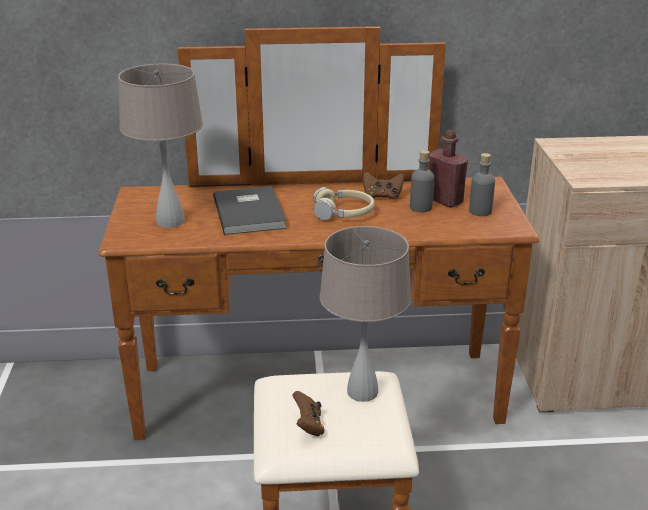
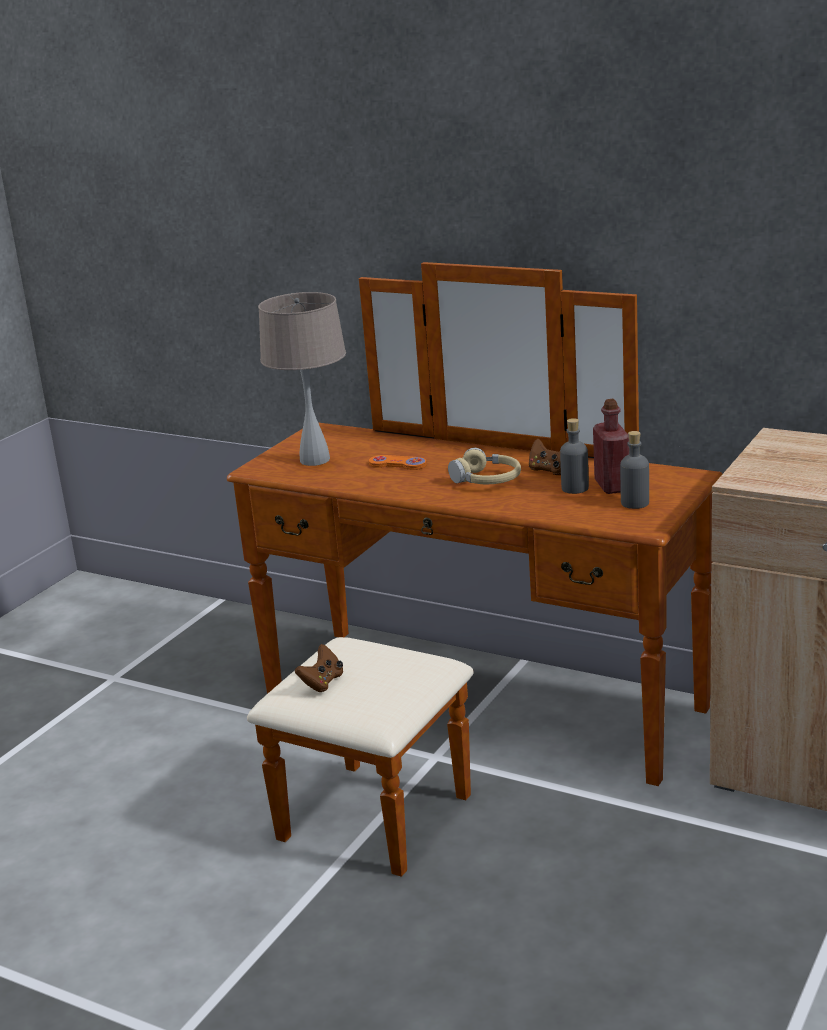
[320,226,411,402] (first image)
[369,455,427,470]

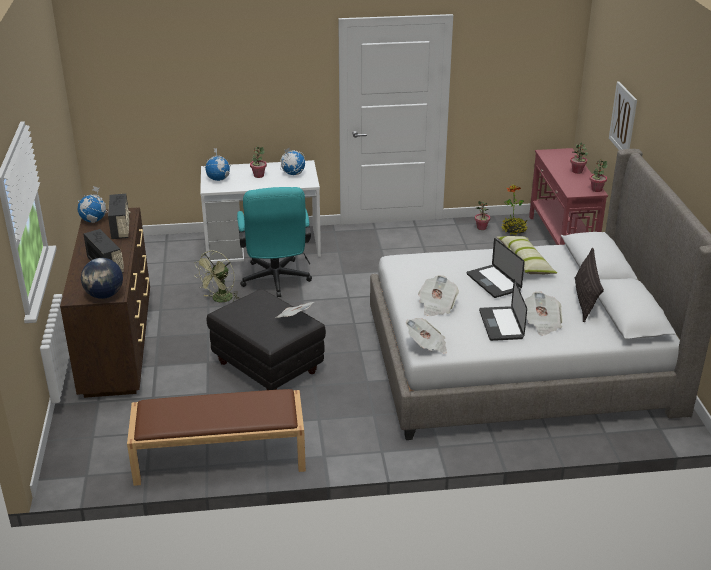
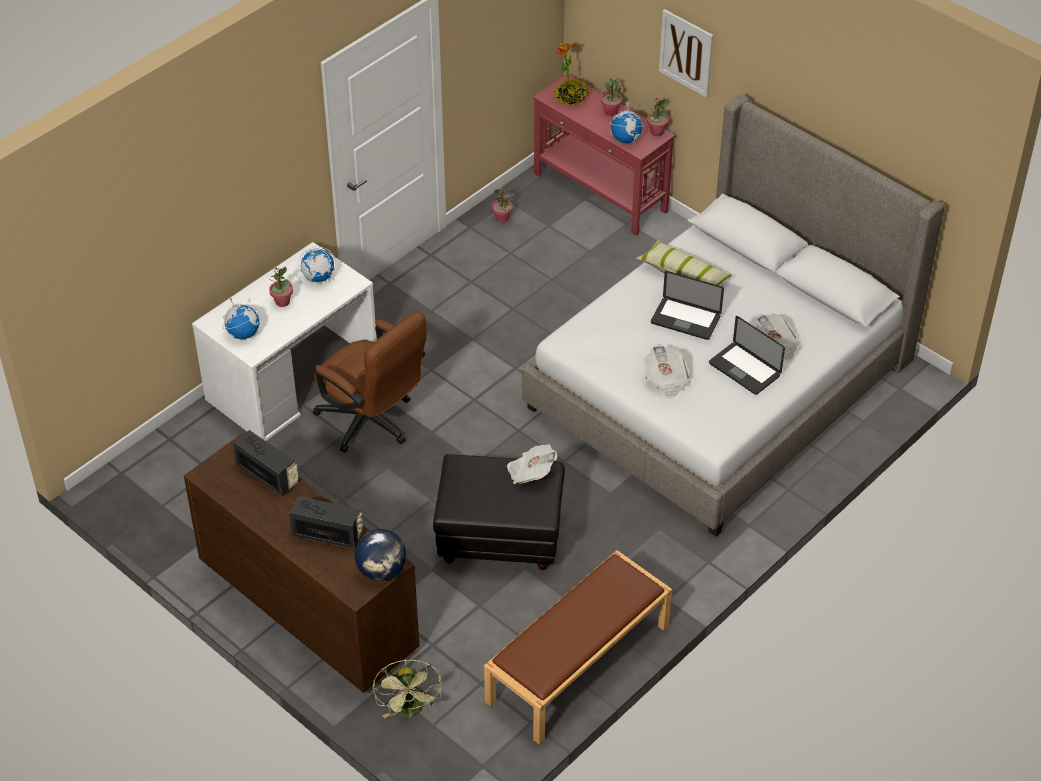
[406,318,447,354] (first image)
[575,248,604,322] (first image)
[609,101,644,143]
[373,660,442,718]
[553,43,589,106]
[313,312,427,453]

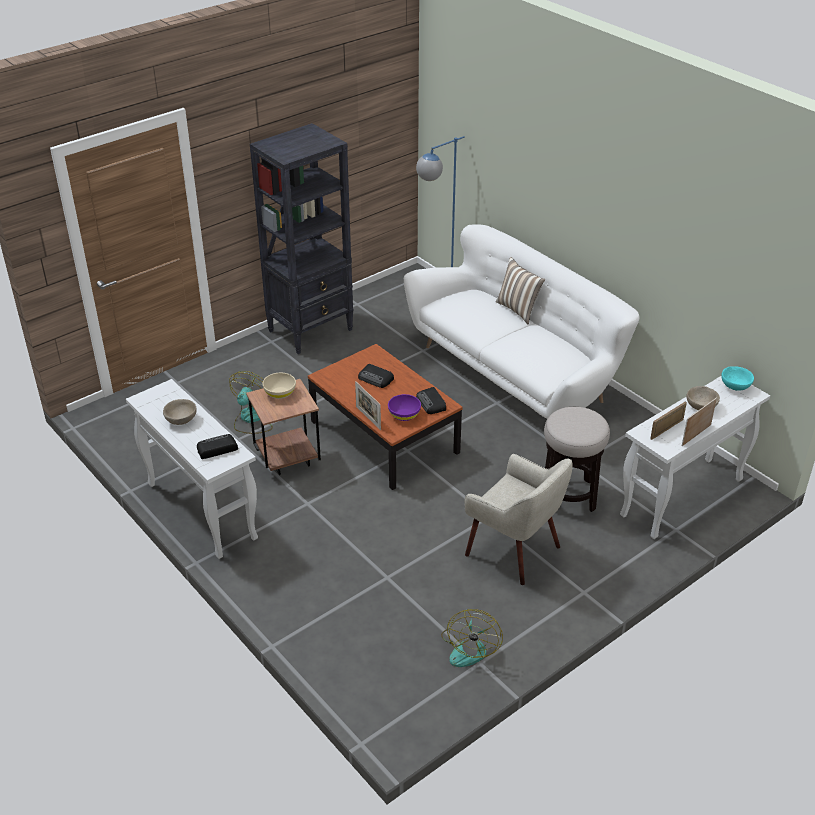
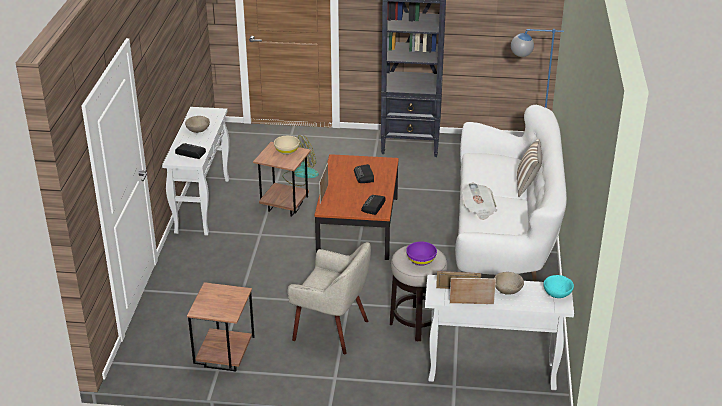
[462,183,497,220]
[406,241,437,266]
[187,282,254,372]
[288,242,371,354]

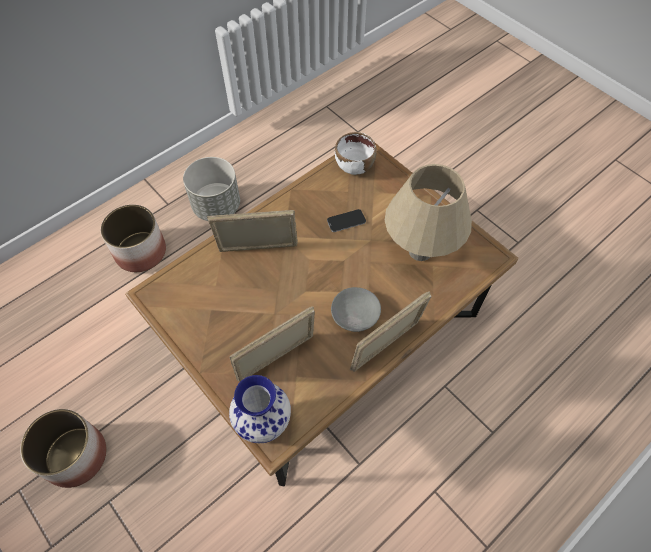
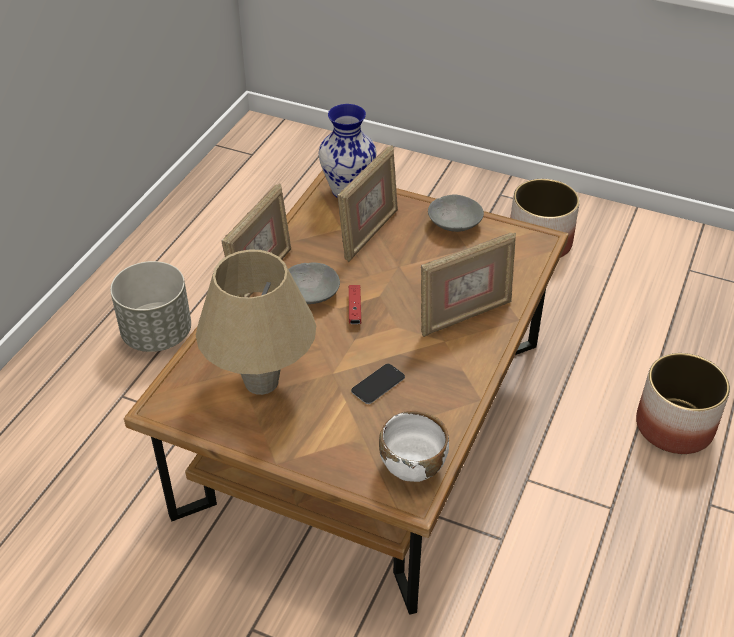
[349,285,361,324]
[428,194,484,232]
[110,261,191,352]

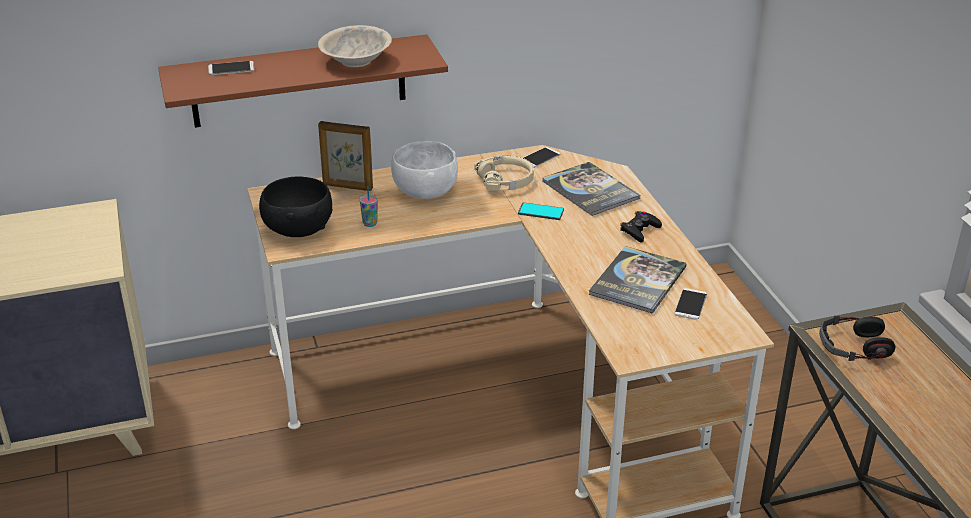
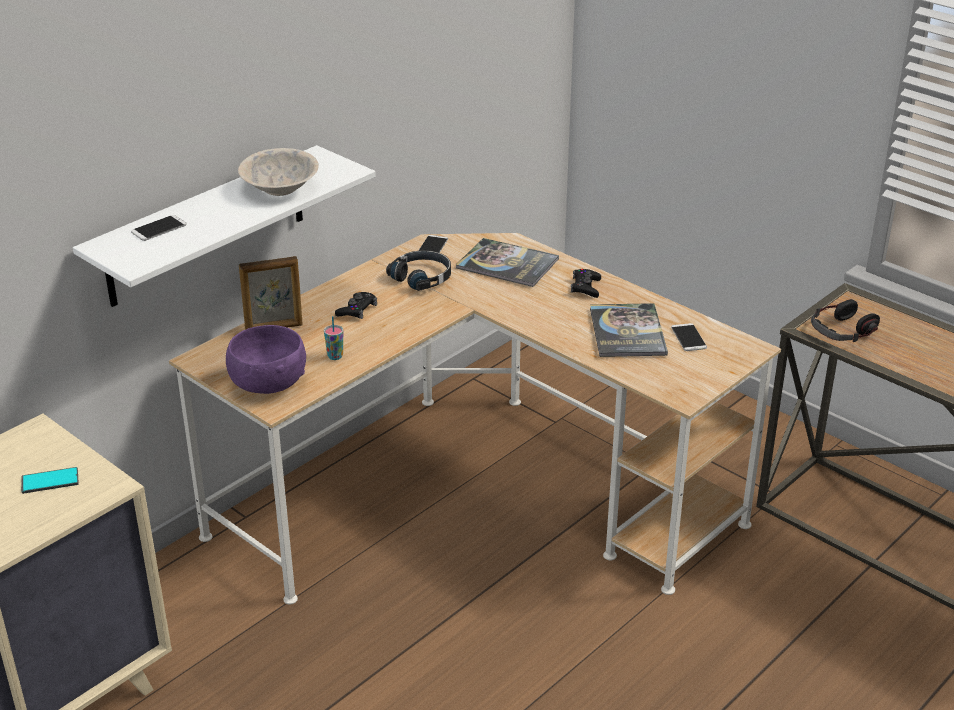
[21,467,79,494]
[335,292,377,319]
[73,145,376,307]
[226,325,306,394]
[386,250,451,291]

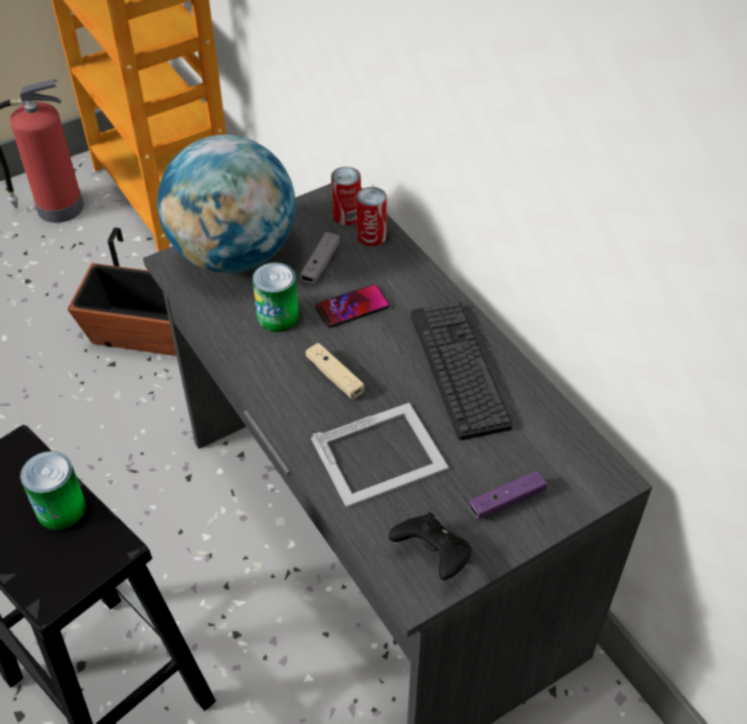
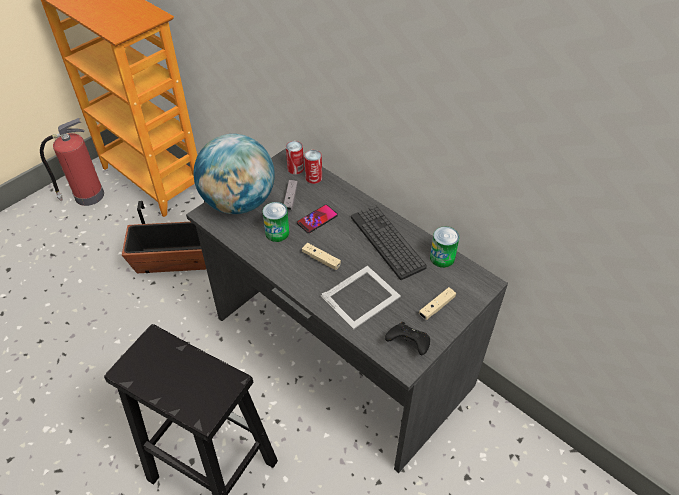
[430,226,459,268]
[419,287,456,320]

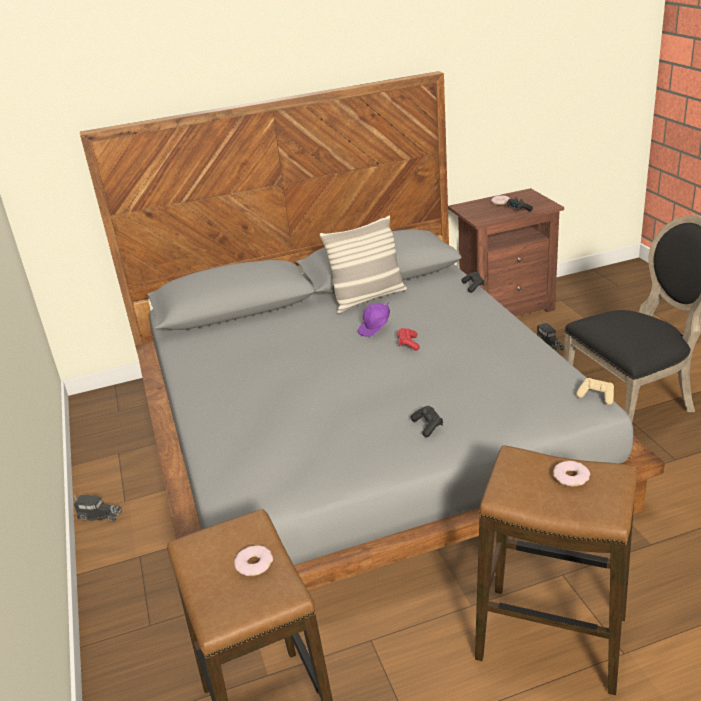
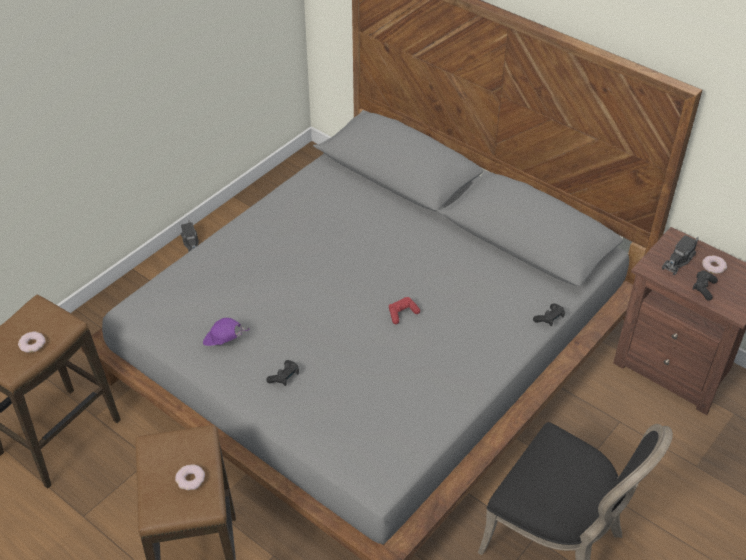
[320,215,407,313] (first image)
[576,378,614,405] (first image)
[203,318,249,346]
[662,235,698,276]

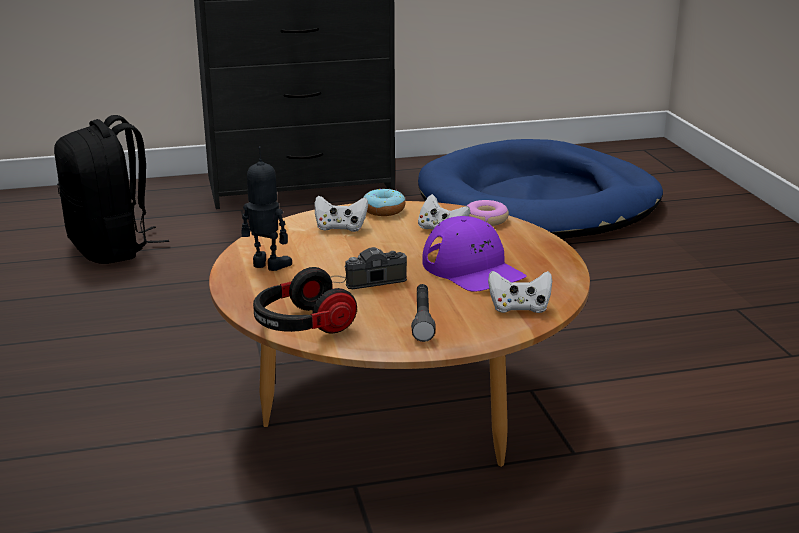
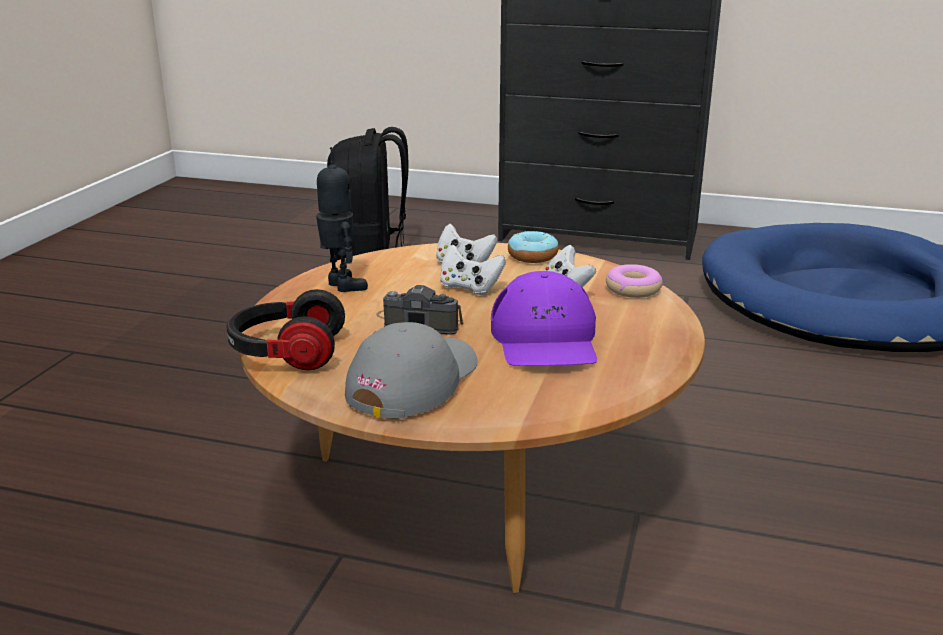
[440,244,506,295]
[345,322,478,419]

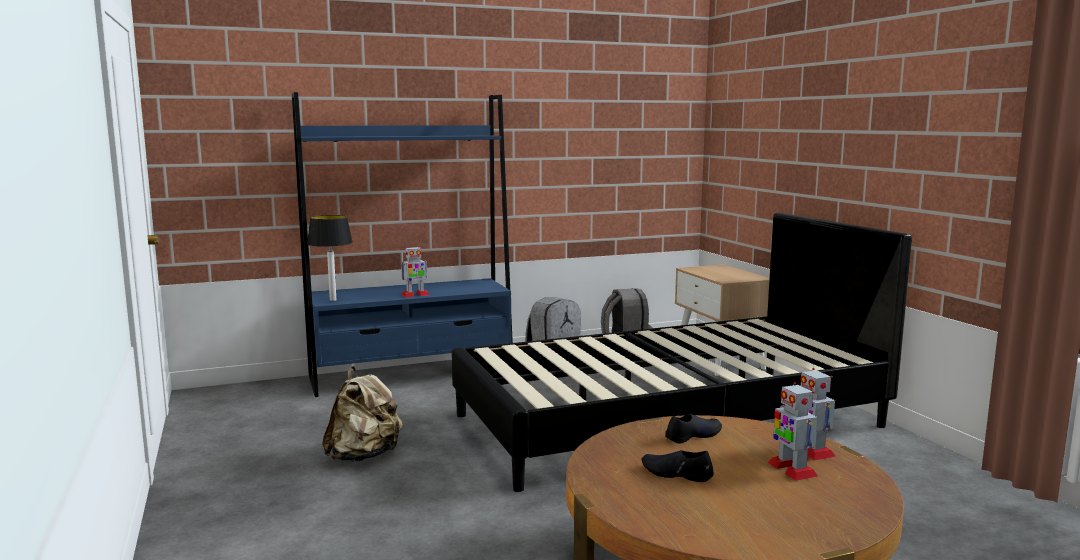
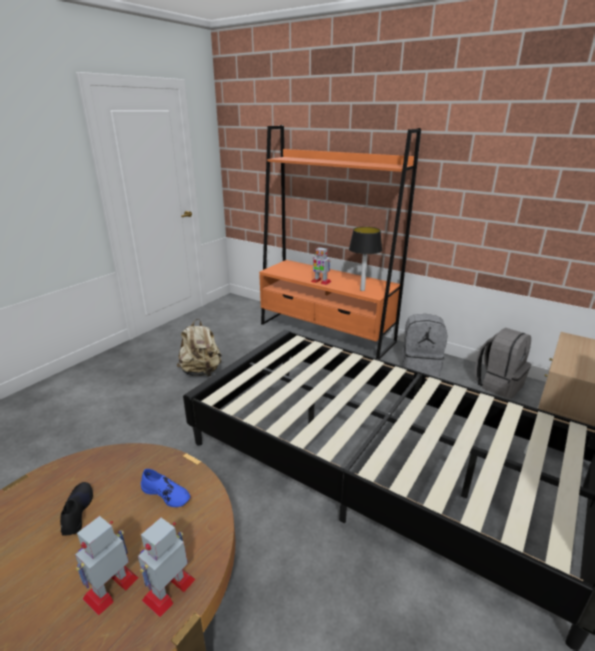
[349,227,382,291]
[259,125,421,359]
[141,469,190,507]

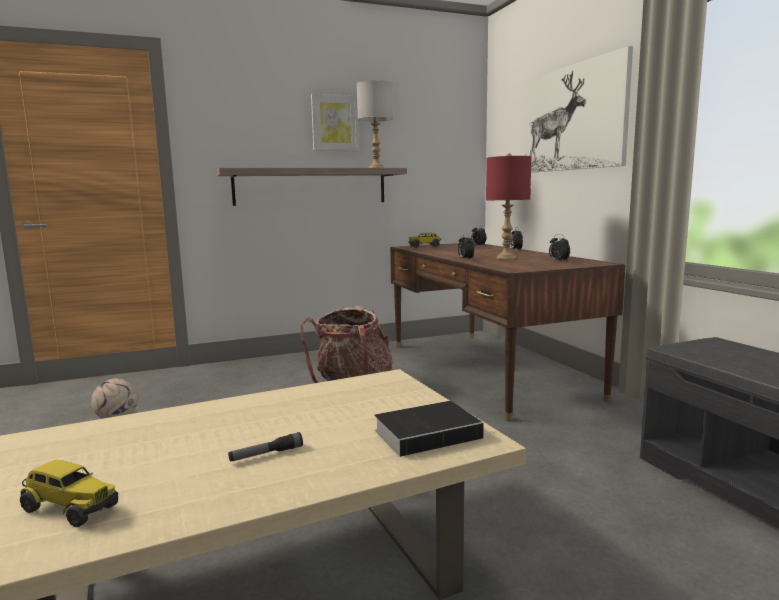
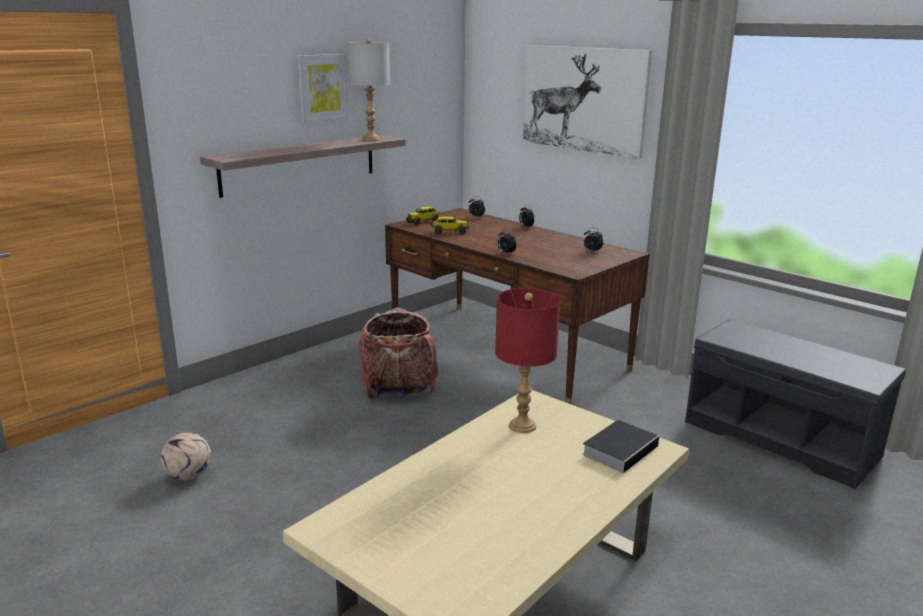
[228,432,303,462] (first image)
[430,216,469,235]
[495,288,560,433]

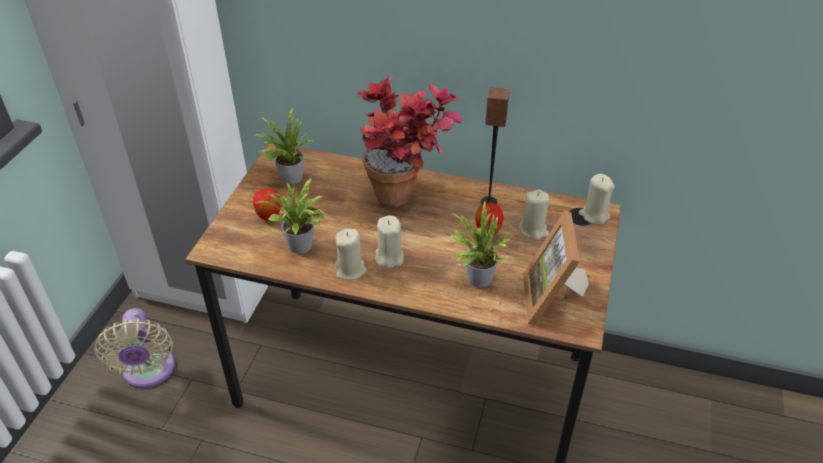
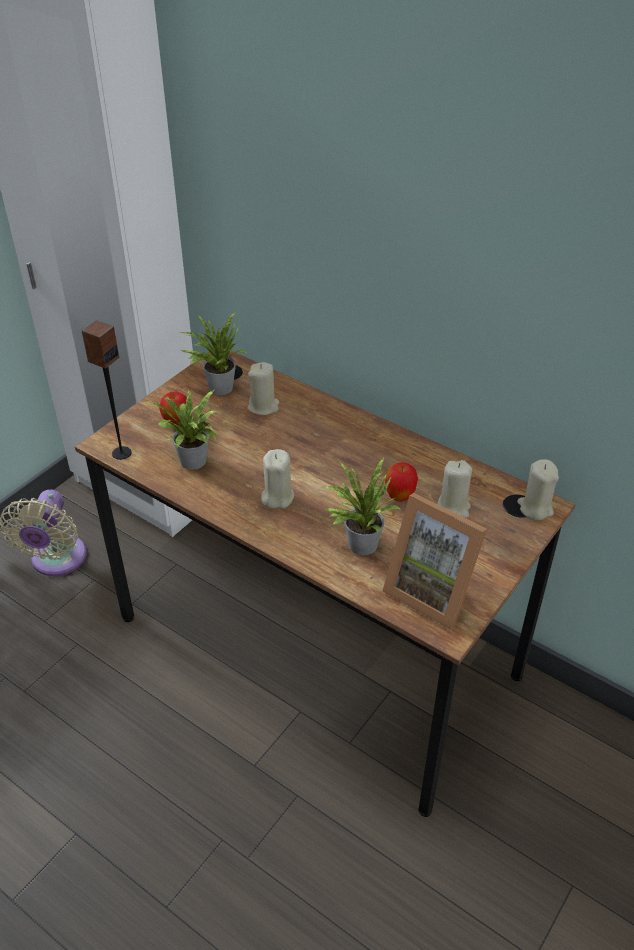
[357,76,462,208] (first image)
[248,362,279,415]
[82,321,132,460]
[382,493,487,630]

